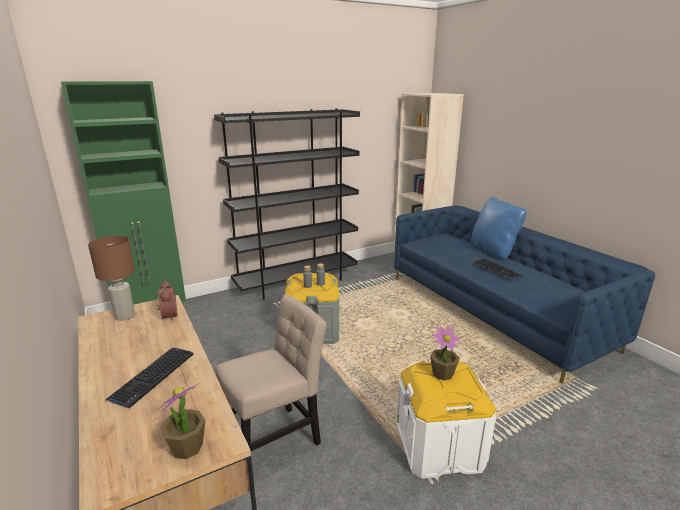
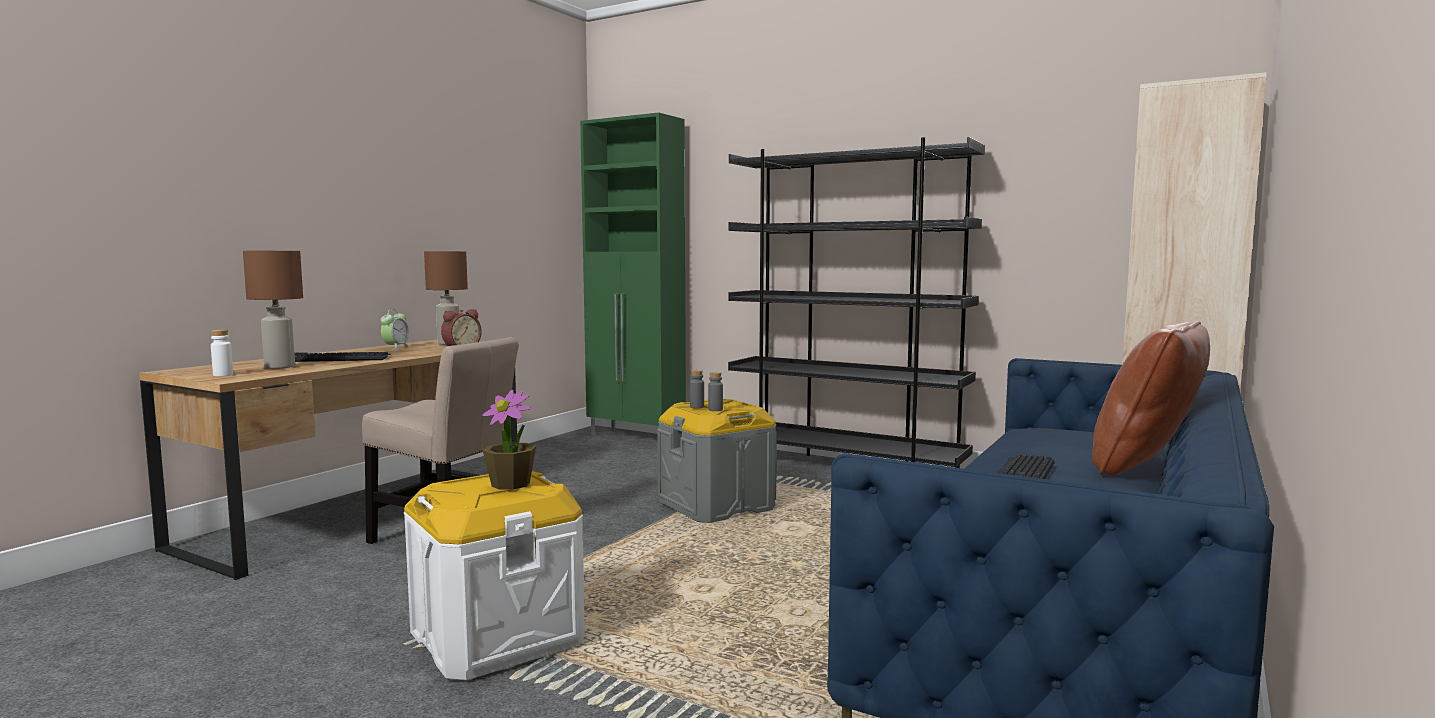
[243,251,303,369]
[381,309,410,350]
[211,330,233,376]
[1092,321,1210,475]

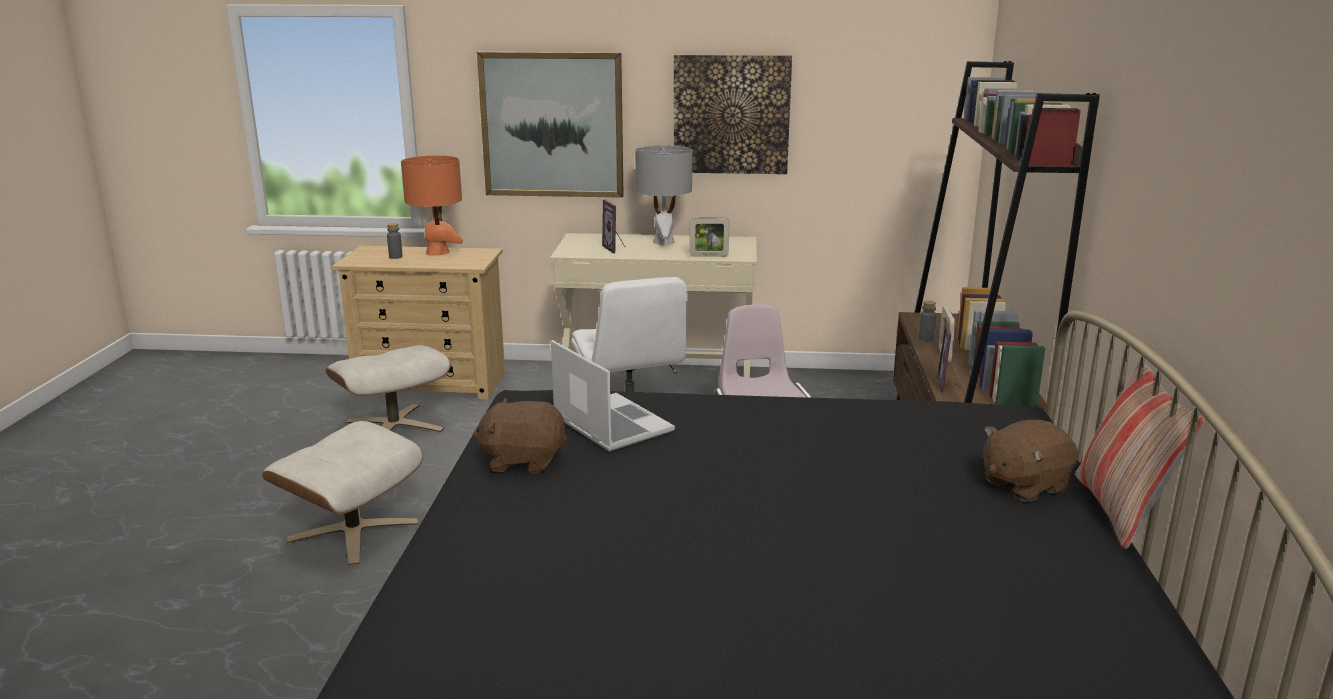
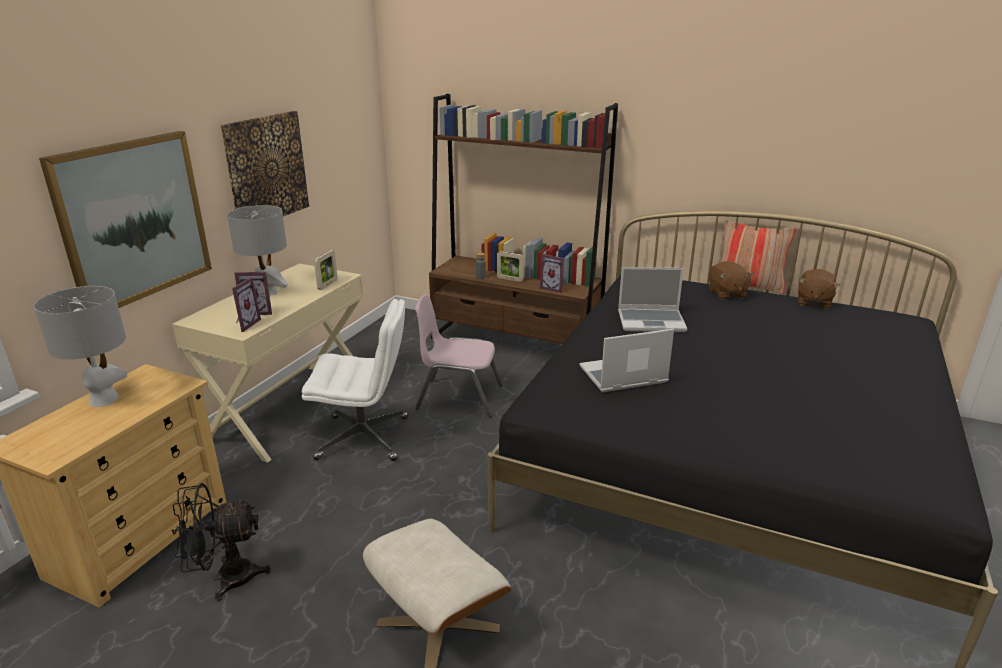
[387,223,403,259] (first image)
[232,277,261,332]
[618,267,687,332]
[798,269,840,309]
[171,483,271,601]
[34,286,127,407]

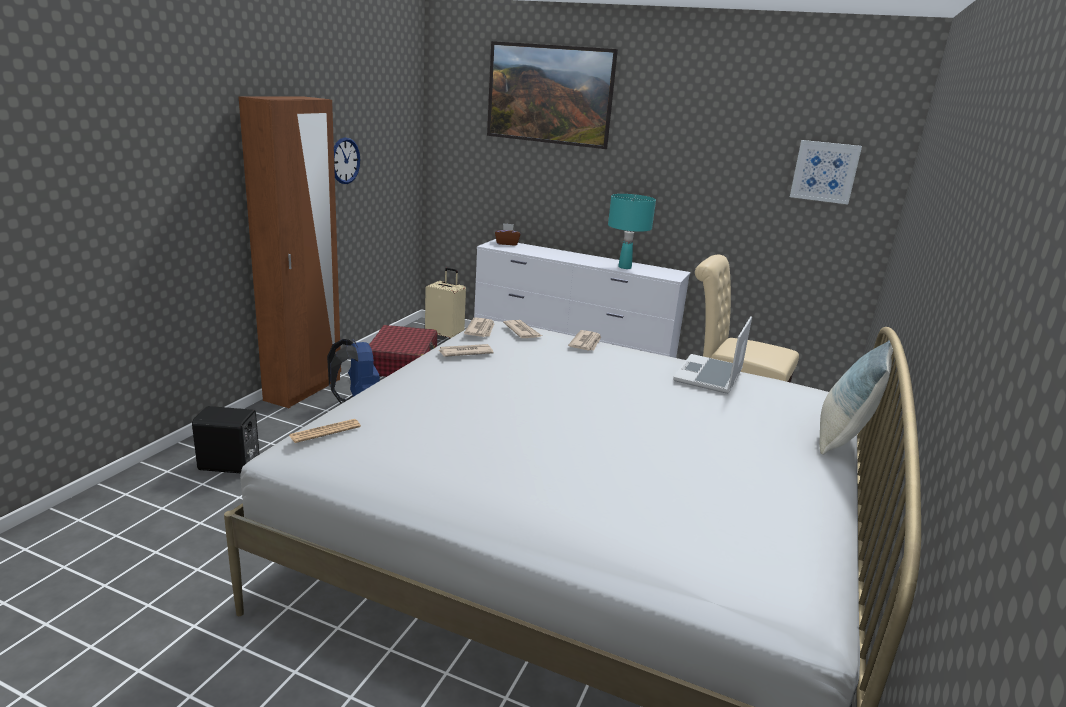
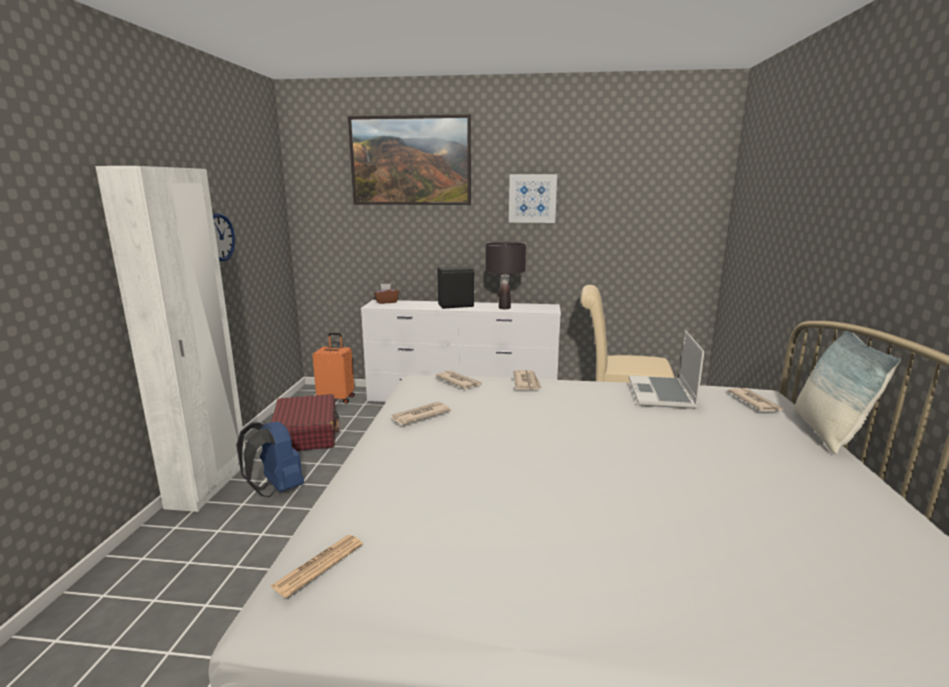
[437,266,476,309]
[728,388,785,411]
[509,174,557,223]
[95,166,245,512]
[312,333,355,404]
[485,242,526,309]

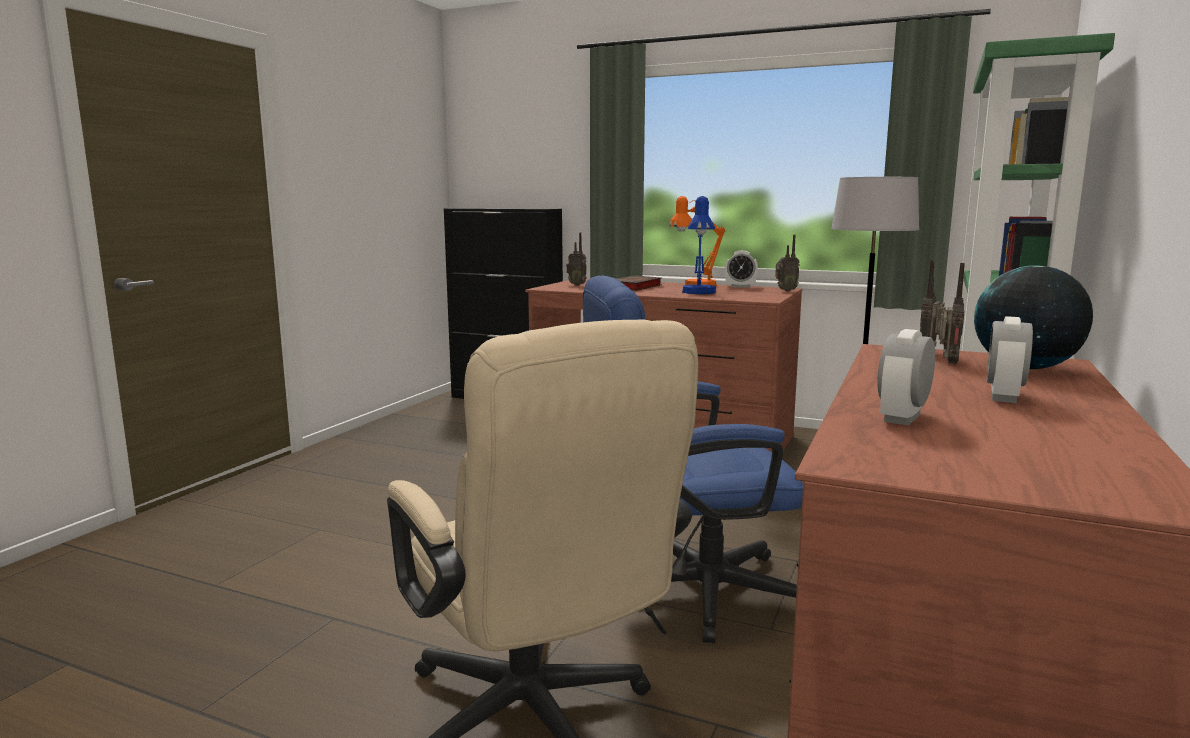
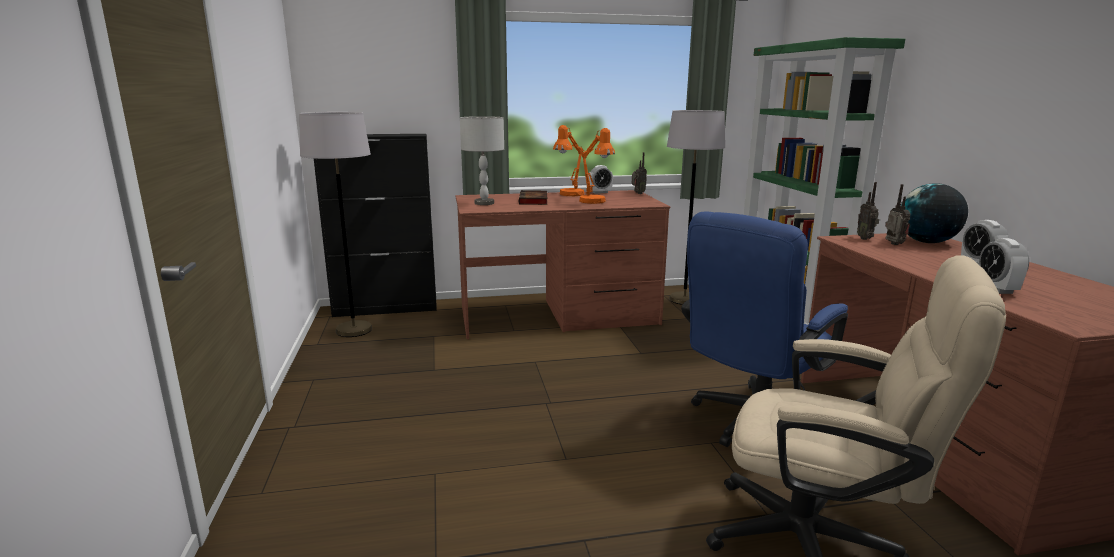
[299,112,372,337]
[460,116,504,205]
[579,128,615,204]

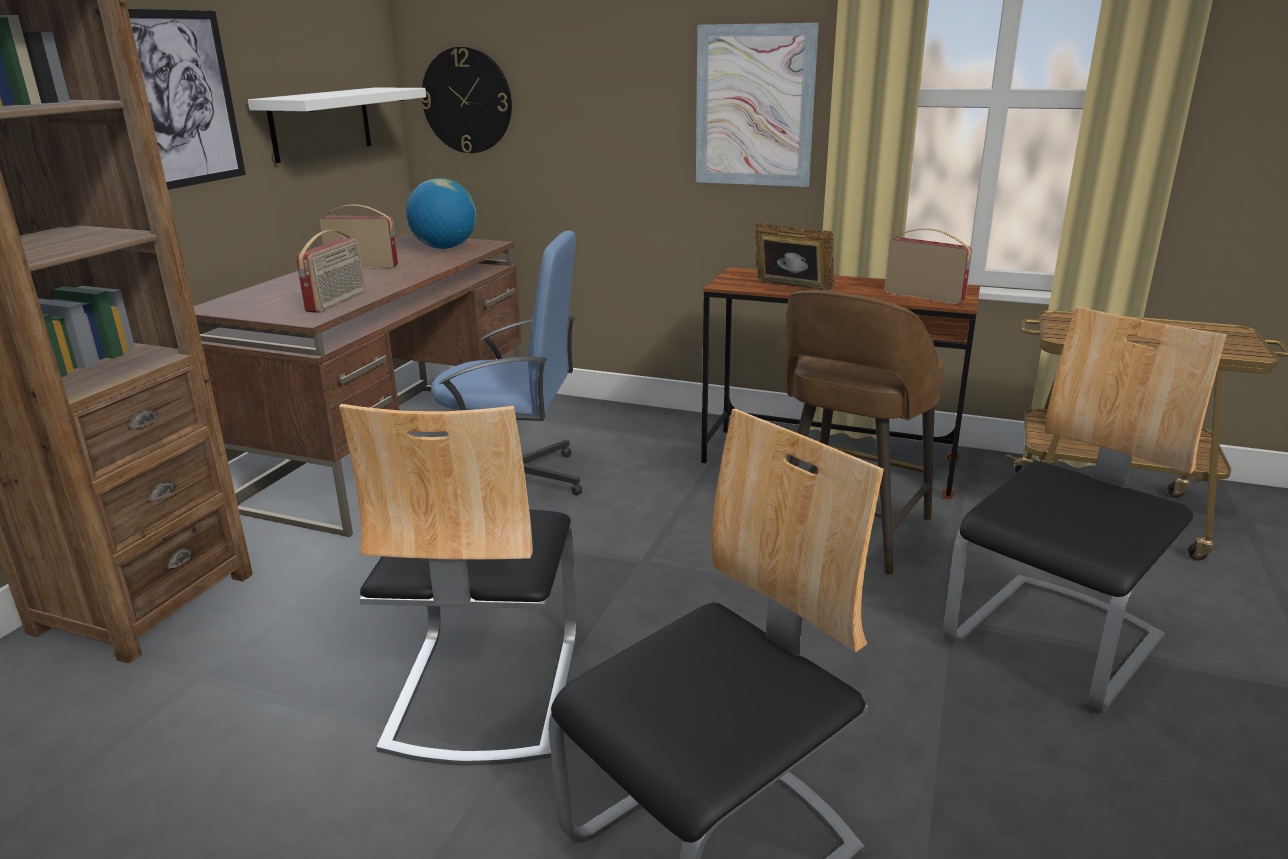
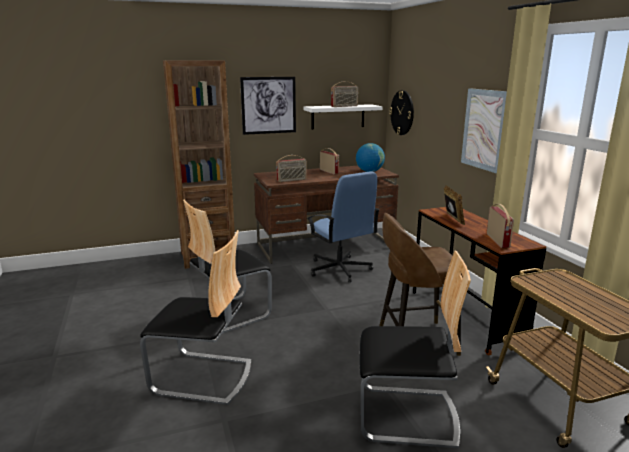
[331,81,358,107]

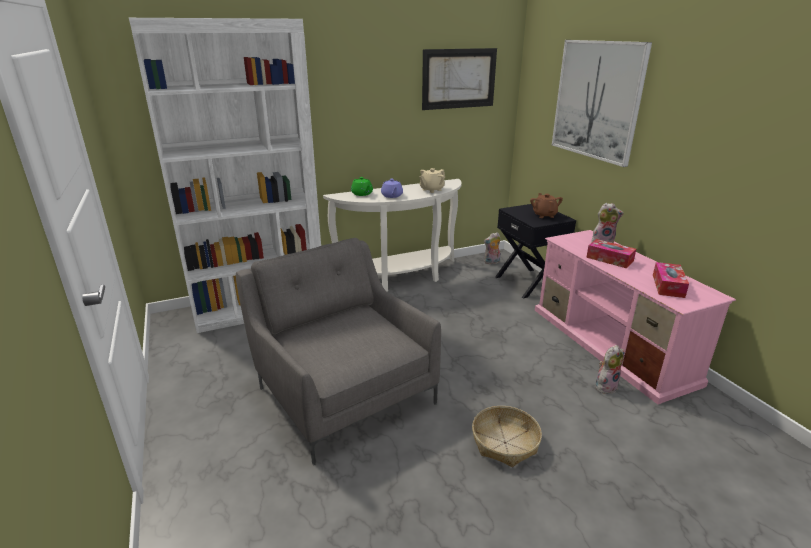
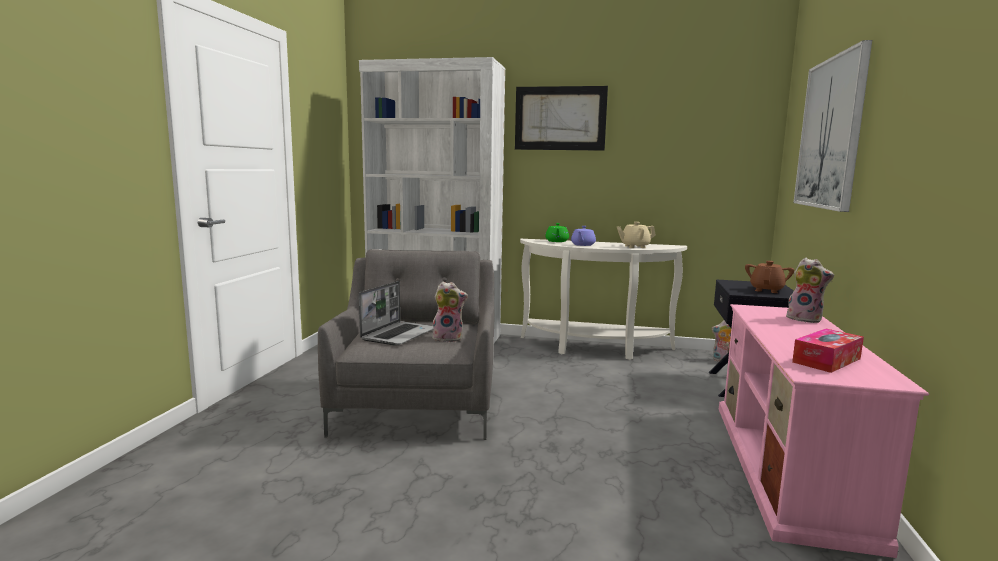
[472,406,542,467] (first image)
[586,239,636,268] (first image)
[359,281,434,346]
[515,86,608,151]
[432,282,468,342]

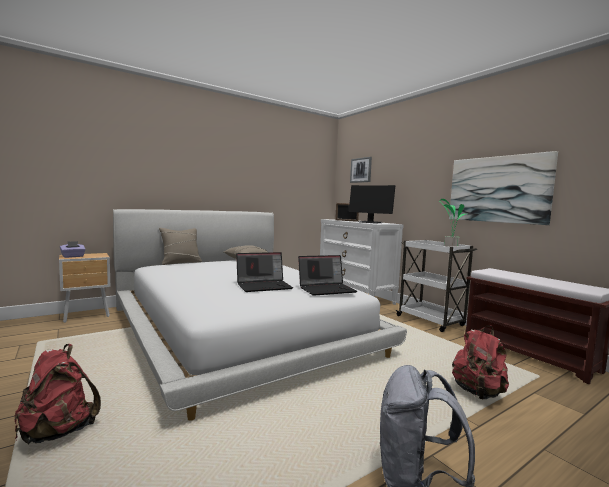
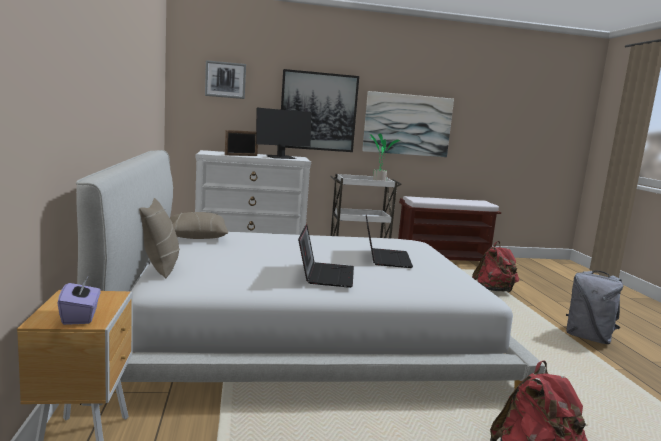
[281,69,359,152]
[298,224,354,288]

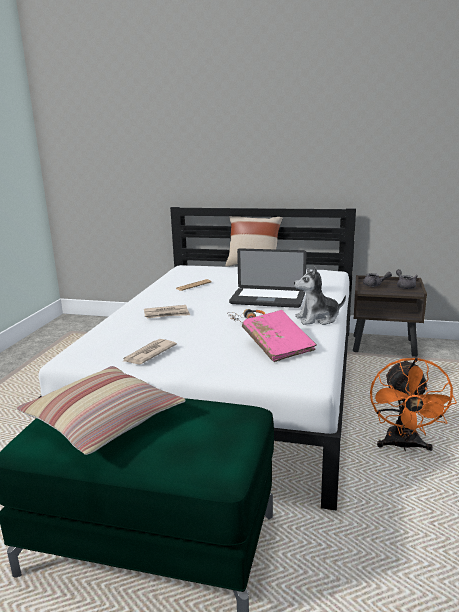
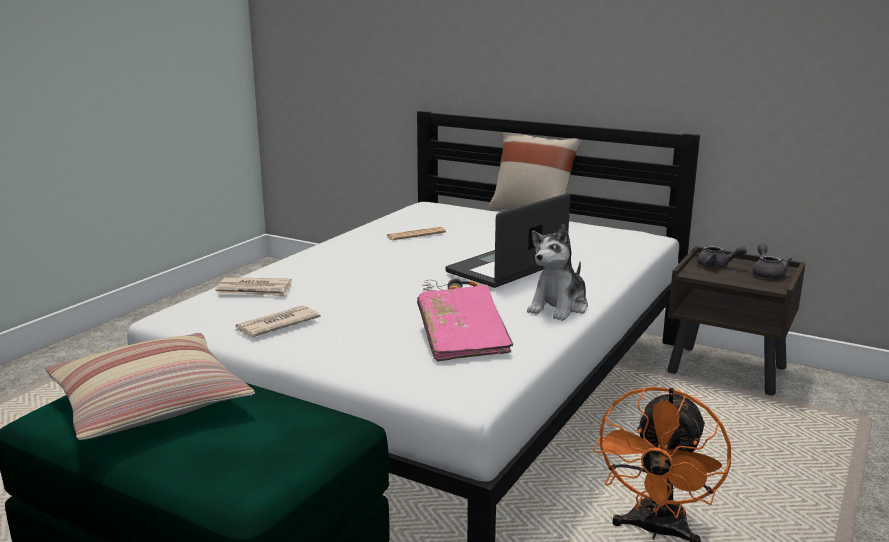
[215,277,292,297]
[445,193,570,288]
[527,224,588,321]

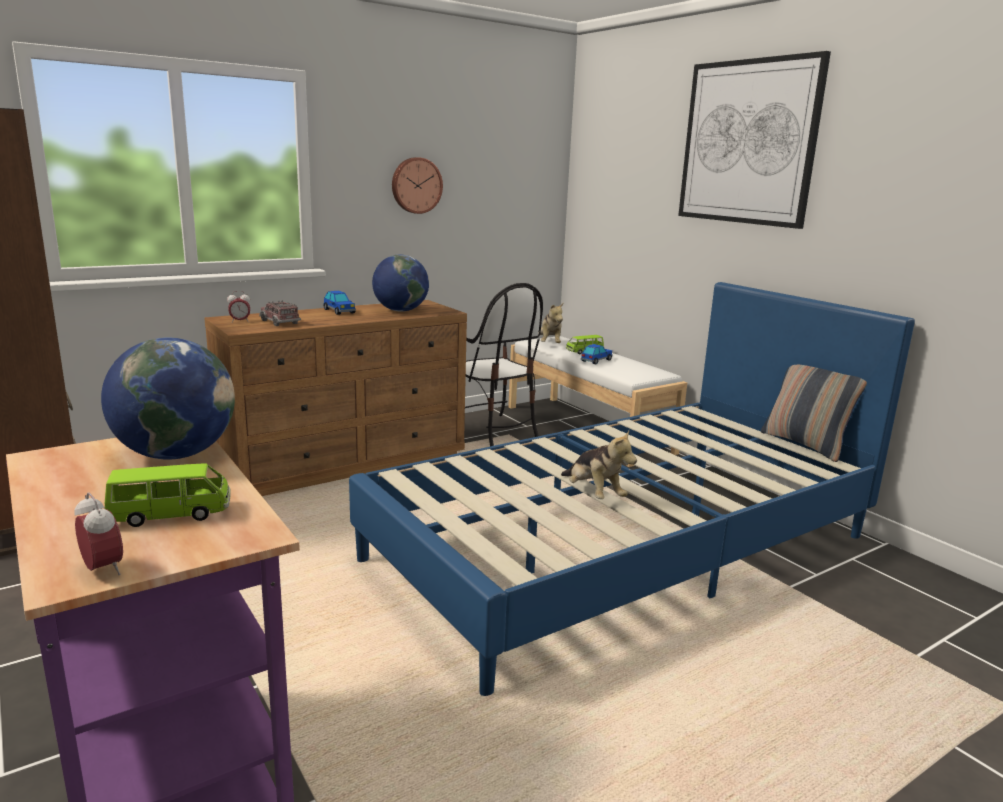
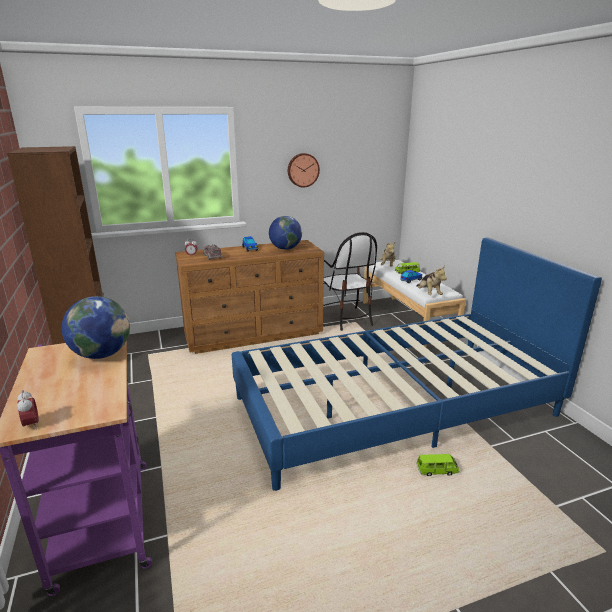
[678,51,831,229] (first image)
[761,365,867,462] (first image)
[416,454,460,476]
[416,266,447,295]

